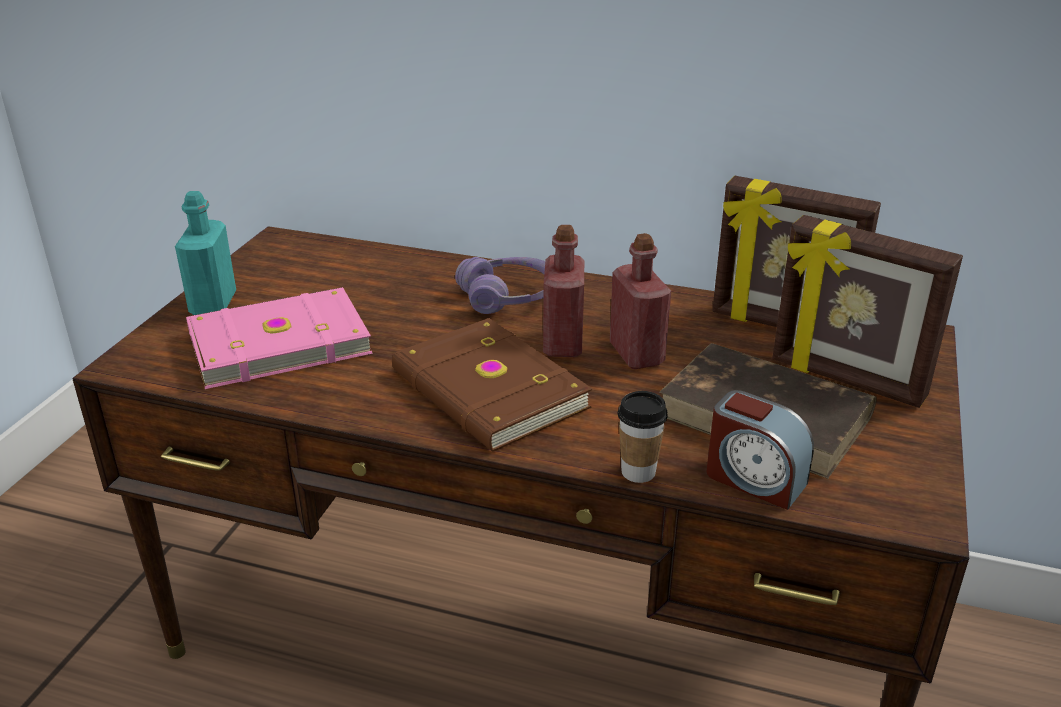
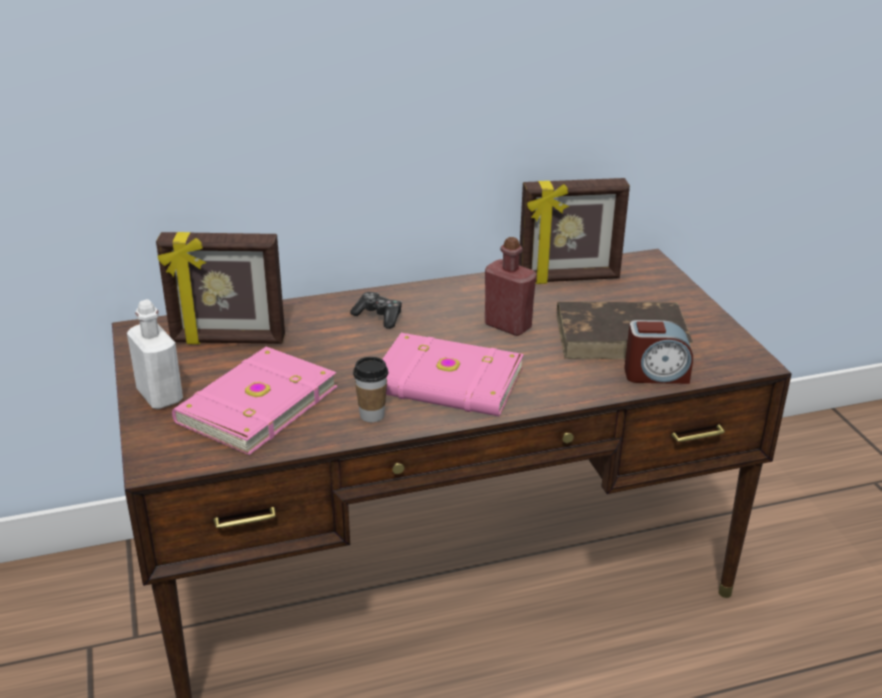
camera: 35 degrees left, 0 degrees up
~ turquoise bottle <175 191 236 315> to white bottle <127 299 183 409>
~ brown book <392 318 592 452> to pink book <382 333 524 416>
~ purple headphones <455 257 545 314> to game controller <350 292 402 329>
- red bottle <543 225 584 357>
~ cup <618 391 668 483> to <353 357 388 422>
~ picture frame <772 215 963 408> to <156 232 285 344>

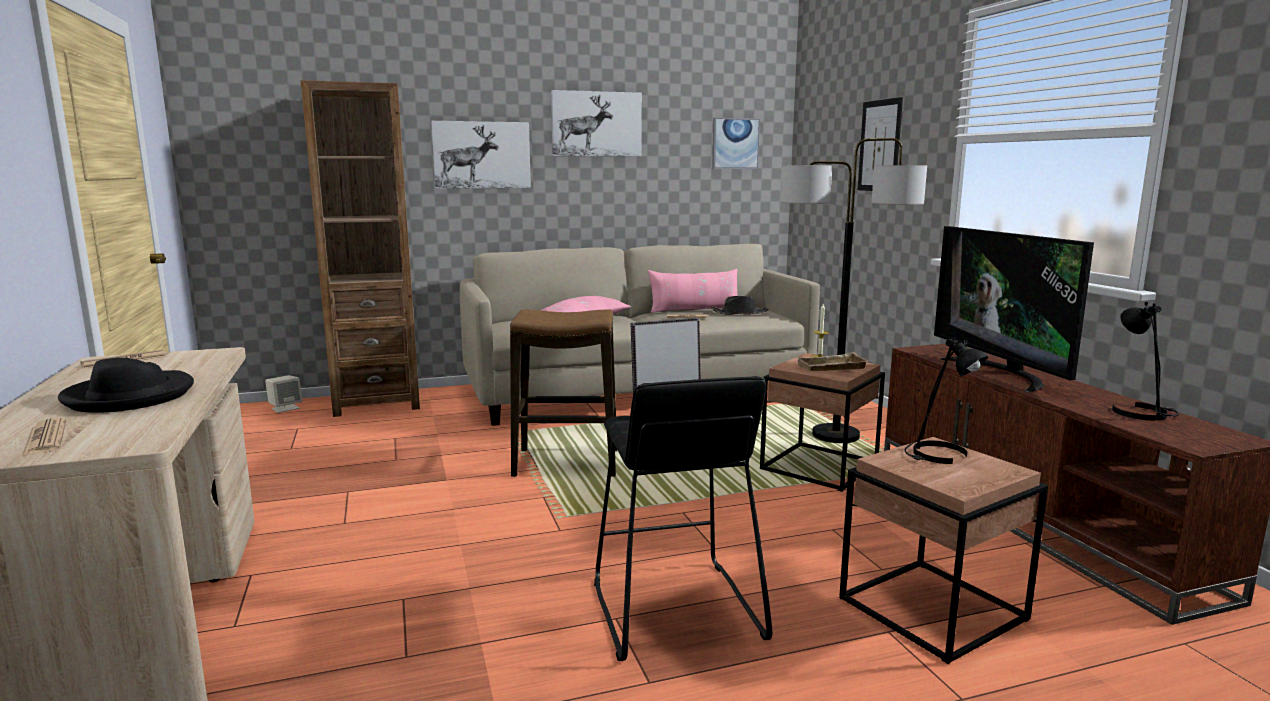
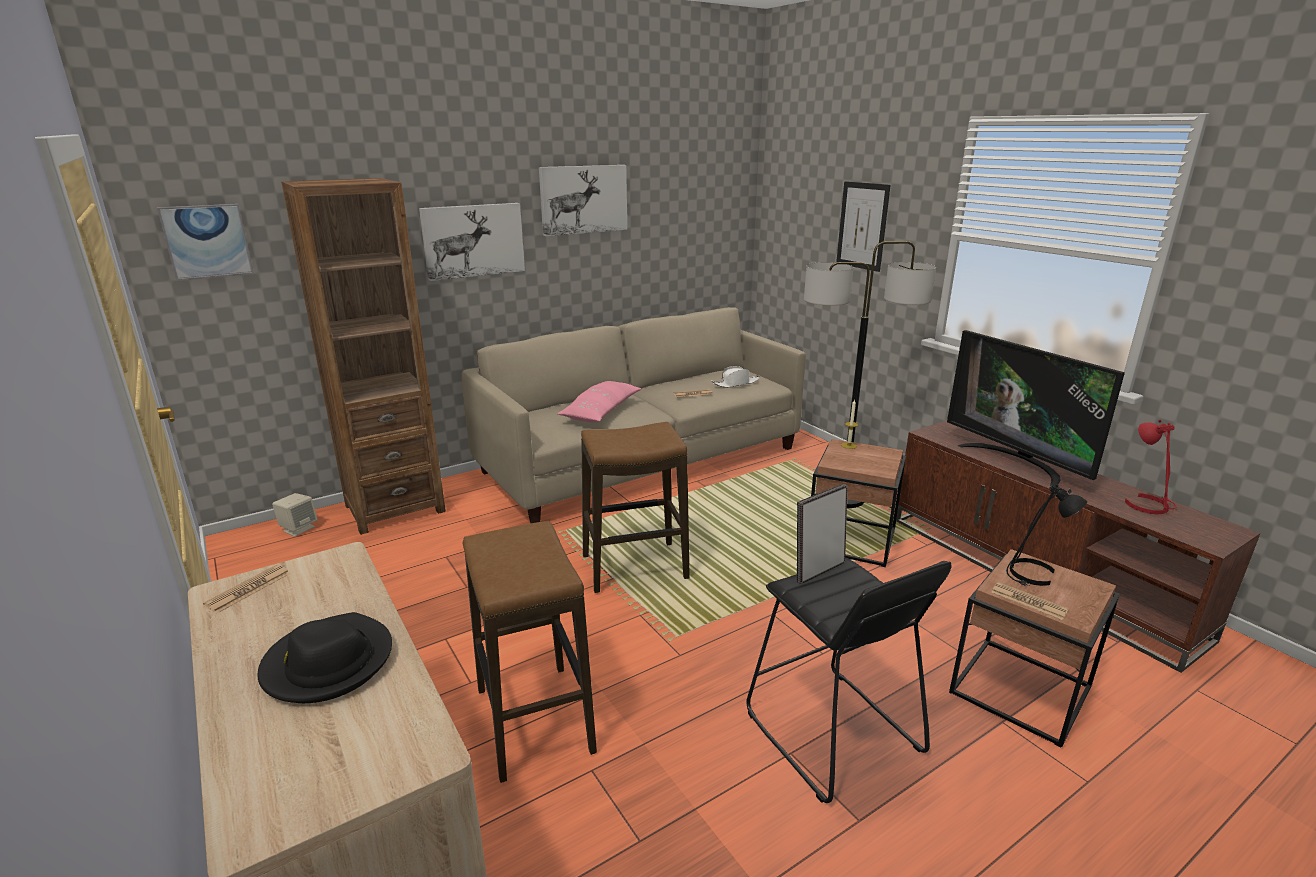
camera: 15 degrees left, 10 degrees up
~ newspaper <22 418 66 456> to <991 582 1069 620>
- pink pillow <648 269 737 313>
~ black hat <711 296 769 315> to white hat <712 366 760 388>
~ picture <712 118 760 169> to <157 204 254 280>
- beige tray <796 352 868 371>
~ black table lamp <1112 302 1179 421> to red table lamp <1125 420 1177 514>
+ stool <463 521 597 783>

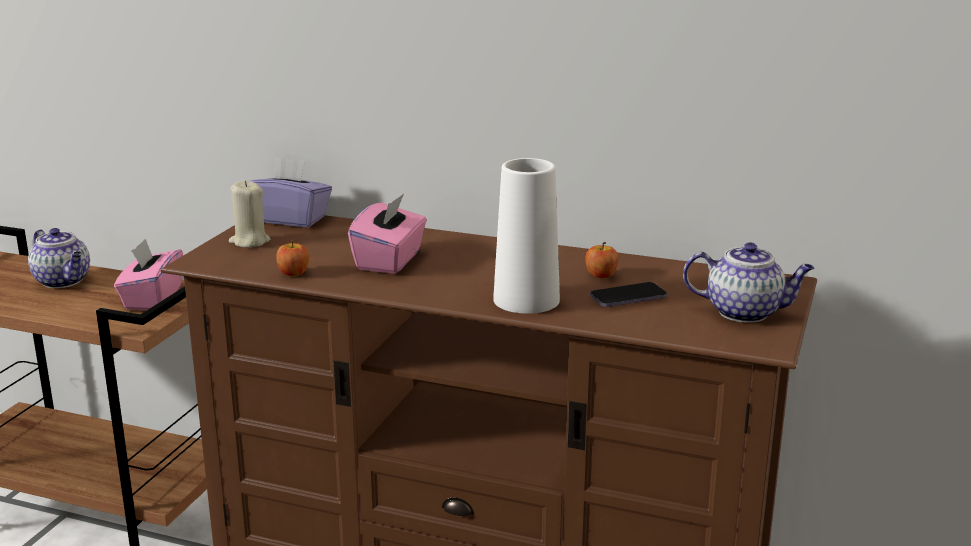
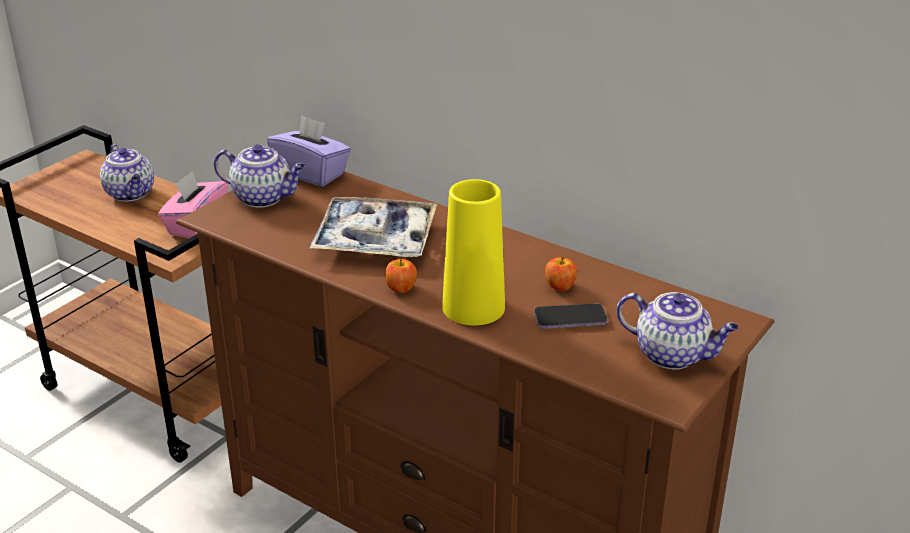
camera: 15 degrees right, 10 degrees up
~ beige candle <229 180 270 248> to teapot <214 144 305 207>
~ apple <276 240 309 277> to <385 259 417 293>
~ pink tissue box <348 194 427 274> to tray <309 197 437 257>
~ white vase <493 158 560 314> to yellow vase <442 179 505 326>

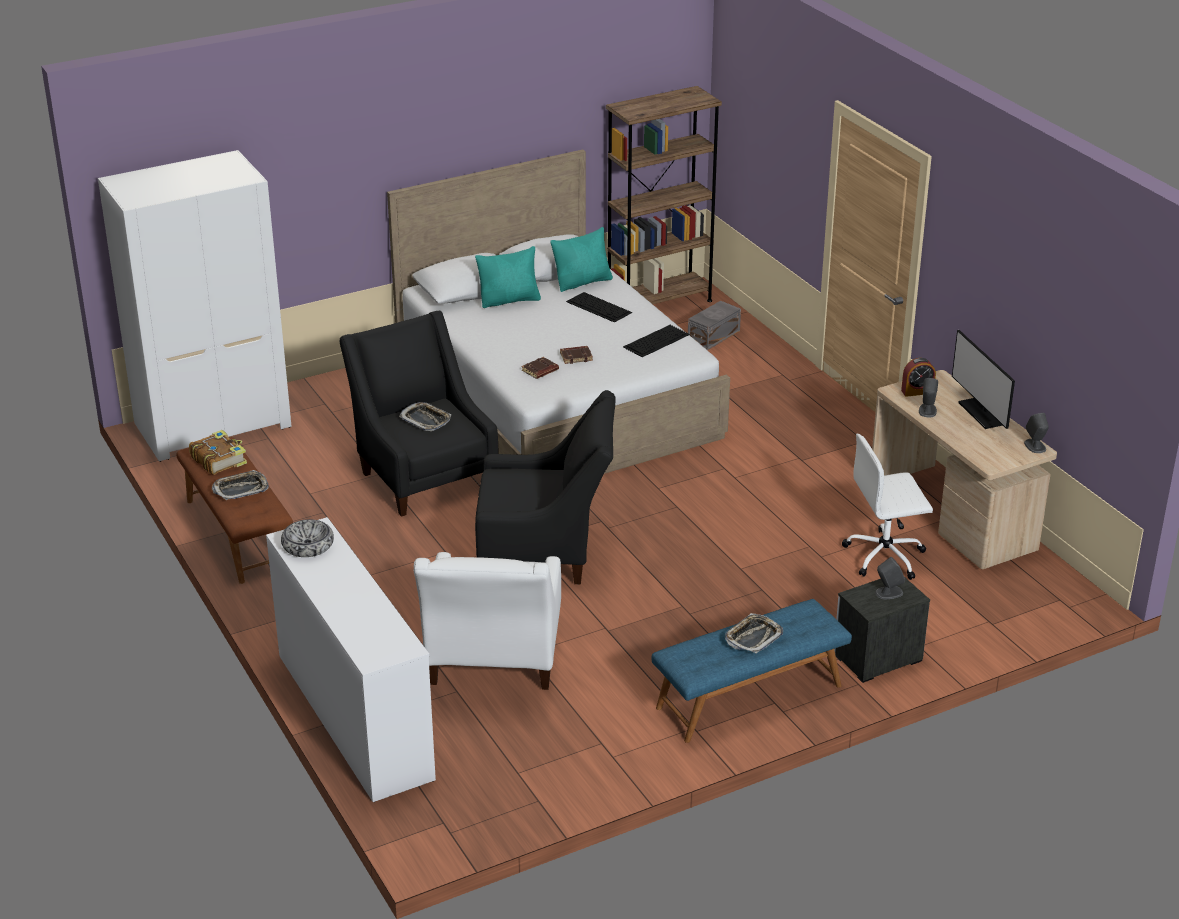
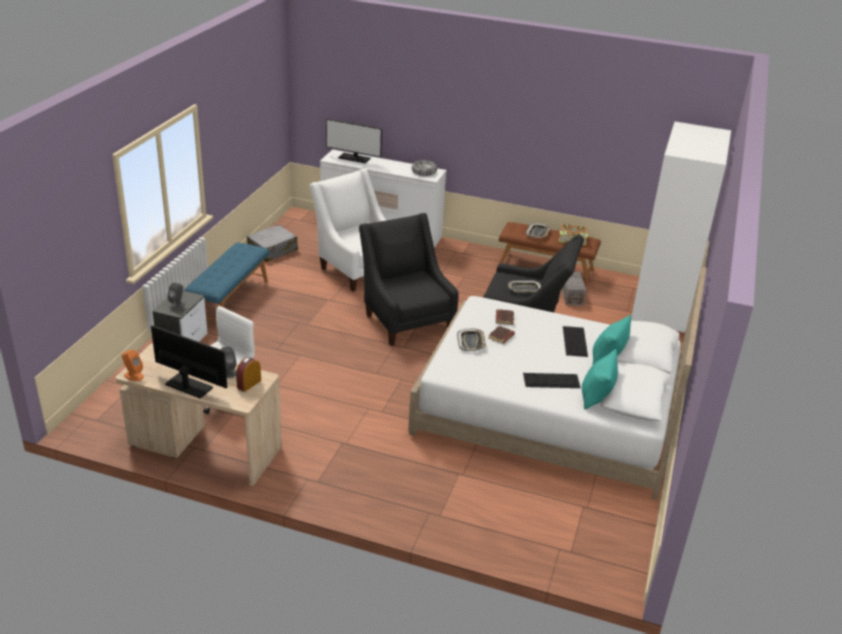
camera: 135 degrees right, 0 degrees up
~ black armchair <475 390 616 584> = <359 213 459 346> 105 degrees clockwise
- brown bookcase <606 86 722 304>
~ keyboard <623 325 690 357> to <563 326 588 357>
~ grey storage box <688 301 741 350> to <561 272 586 306>
~ tray <725 613 783 653> to <457 328 486 351>
~ grey speaker <1024 413 1049 453> to orange speaker <122 350 144 382>
+ grey suitcase <247 224 298 262>
+ monitor <326 119 382 164>

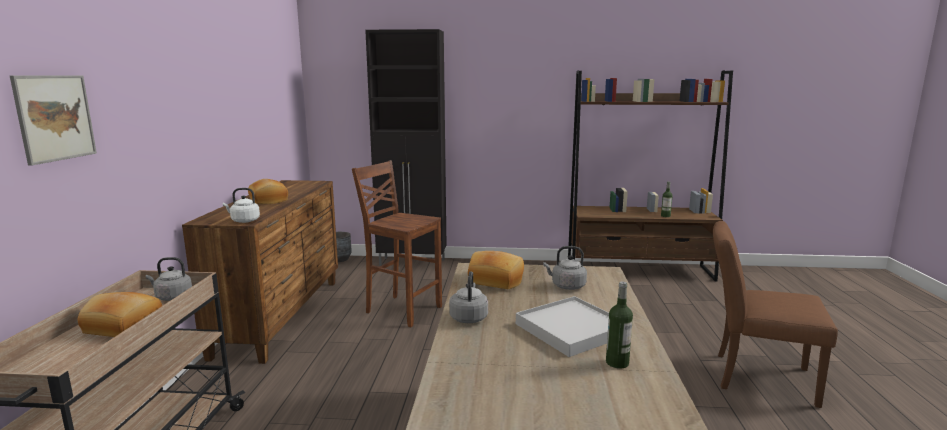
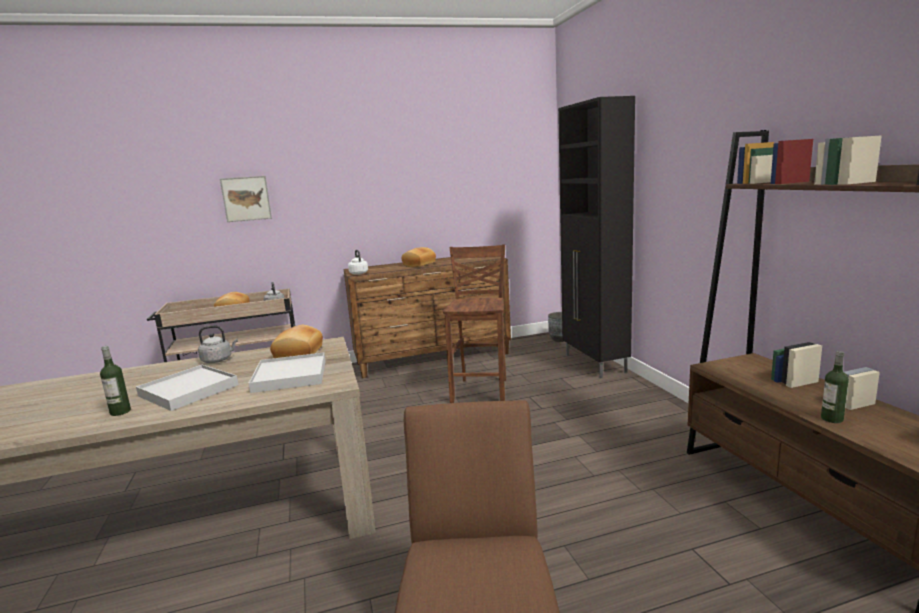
camera: 70 degrees right, 0 degrees up
~ grey kettle <543 246 587 290> to white tray <249 352 326 393>

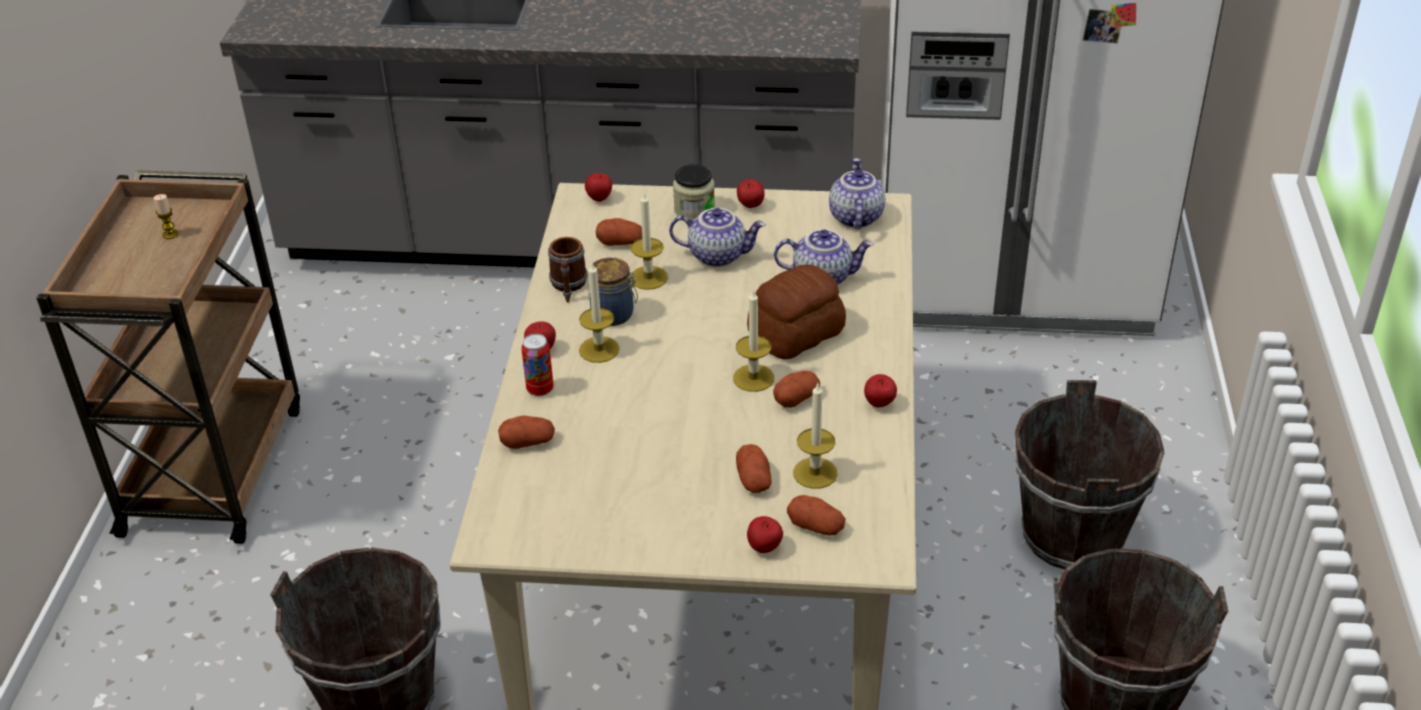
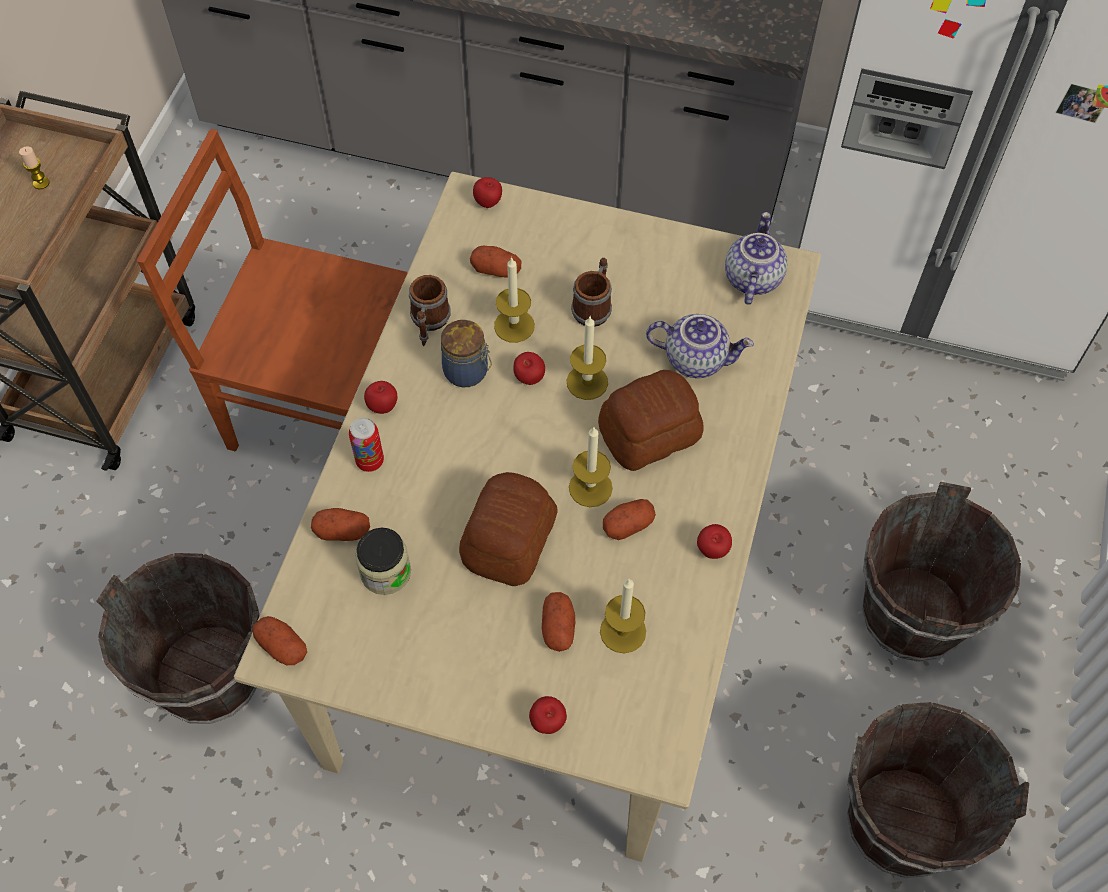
camera: 10 degrees right, 20 degrees up
~ candle <579 263 620 363> to <567 317 608 400>
~ teapot <669 208 766 267> to mug <571 258 612 327>
~ jar <673 164 715 221> to <355 528 411 595>
~ apple <737 179 765 208> to <513 352 545 385>
~ potato <787 495 846 536> to <253 616 307 665>
+ brown chair <137 129 408 451>
+ bread <459 472 558 586>

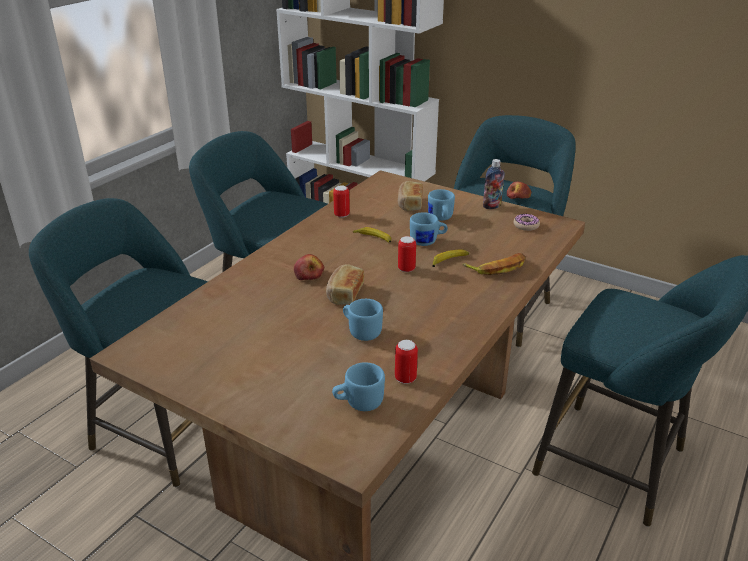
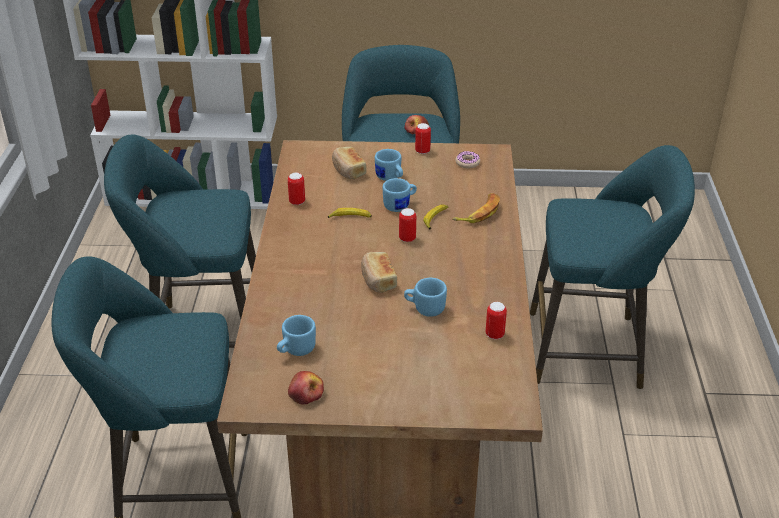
camera: 30 degrees left, 5 degrees up
~ apple <294 254 324 280> to <288 371 324 405>
~ blue mug <332 362 385 411> to <277 315 316 356>
~ bottle <483 159 504 209> to can <415 123 431 154>

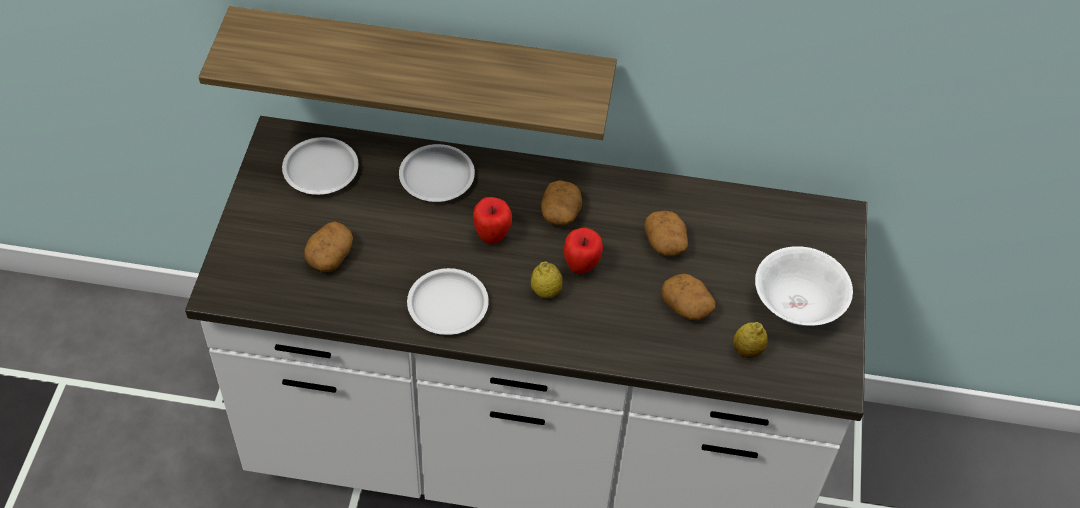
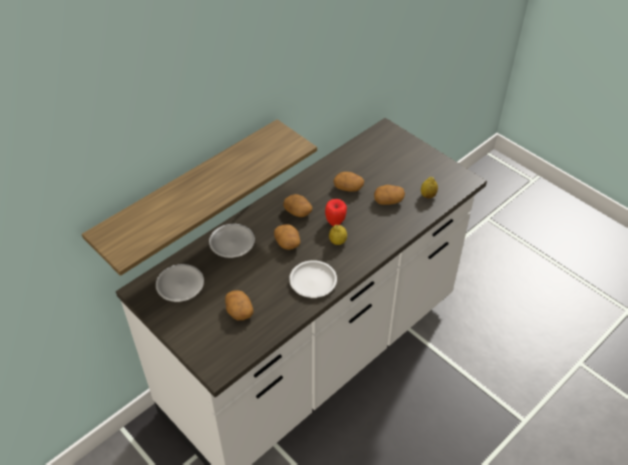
camera: 50 degrees left, 5 degrees down
~ apple <473 197 512 245> to potato <274 224 300 250>
- white bowl <755 246 853 326>

